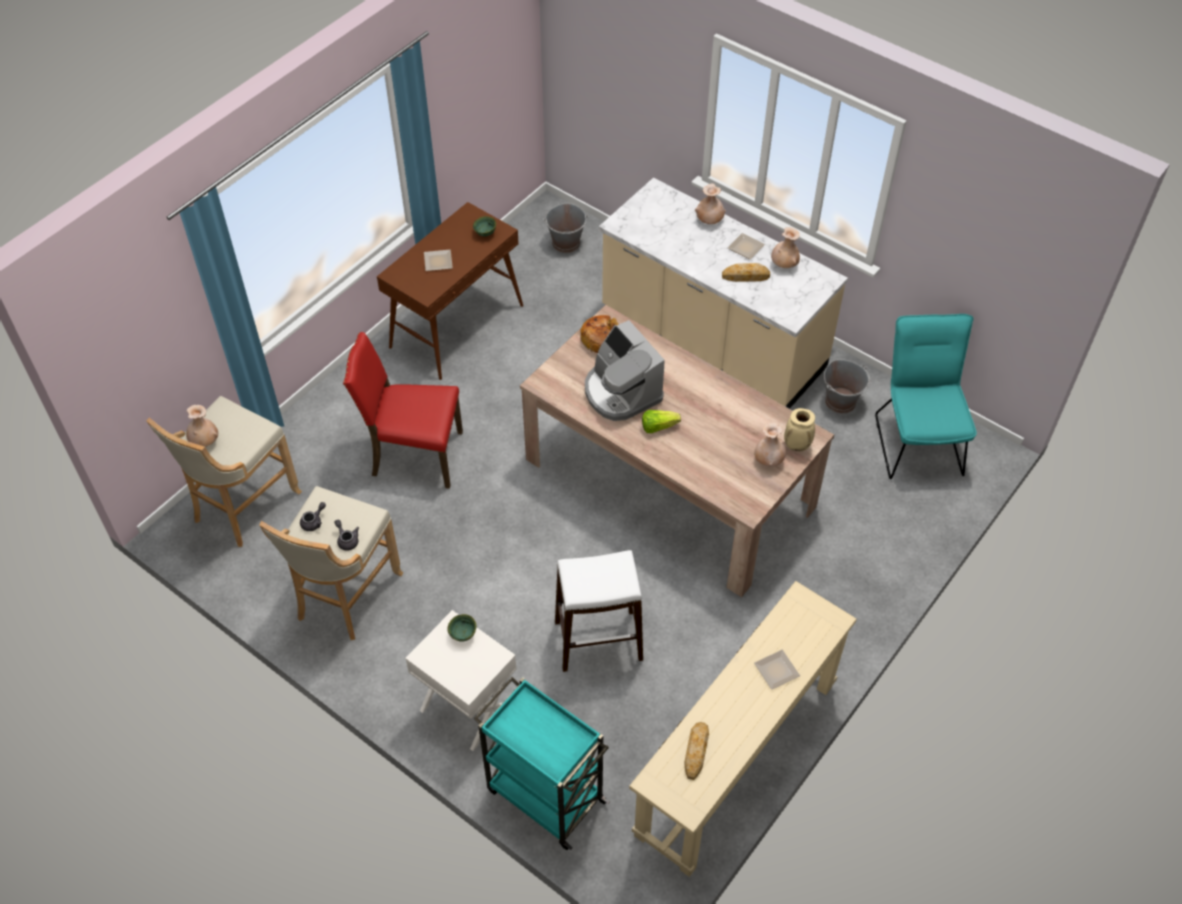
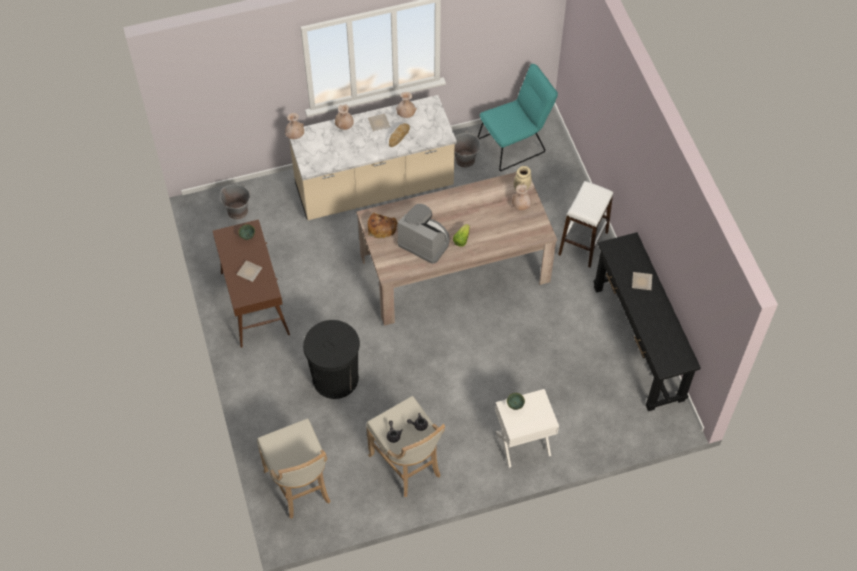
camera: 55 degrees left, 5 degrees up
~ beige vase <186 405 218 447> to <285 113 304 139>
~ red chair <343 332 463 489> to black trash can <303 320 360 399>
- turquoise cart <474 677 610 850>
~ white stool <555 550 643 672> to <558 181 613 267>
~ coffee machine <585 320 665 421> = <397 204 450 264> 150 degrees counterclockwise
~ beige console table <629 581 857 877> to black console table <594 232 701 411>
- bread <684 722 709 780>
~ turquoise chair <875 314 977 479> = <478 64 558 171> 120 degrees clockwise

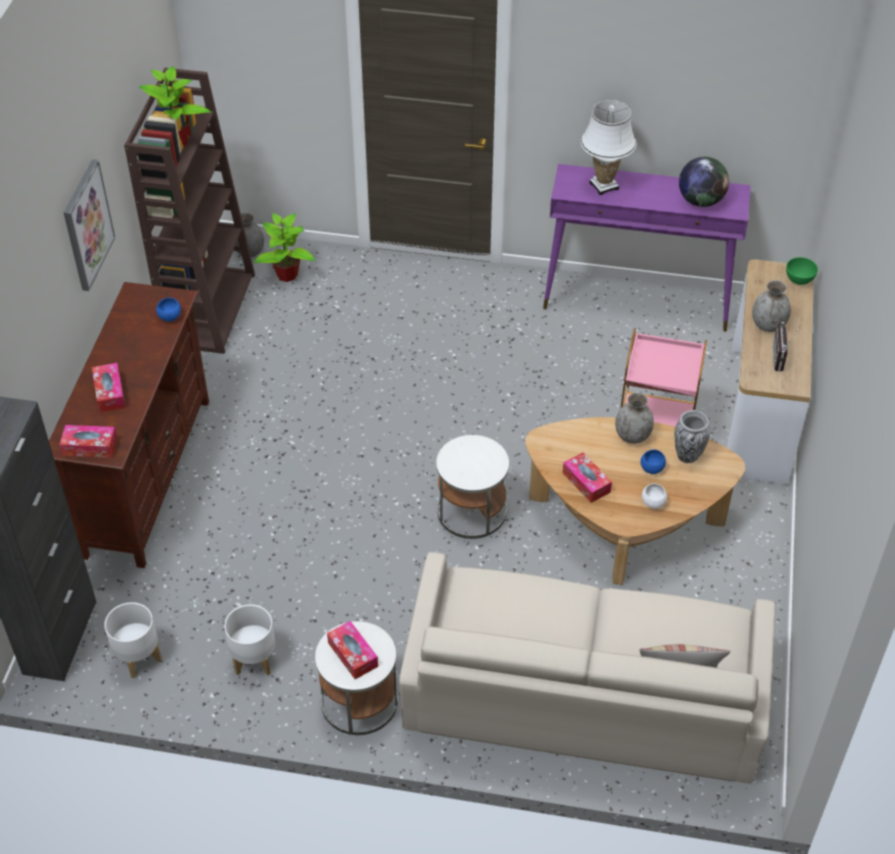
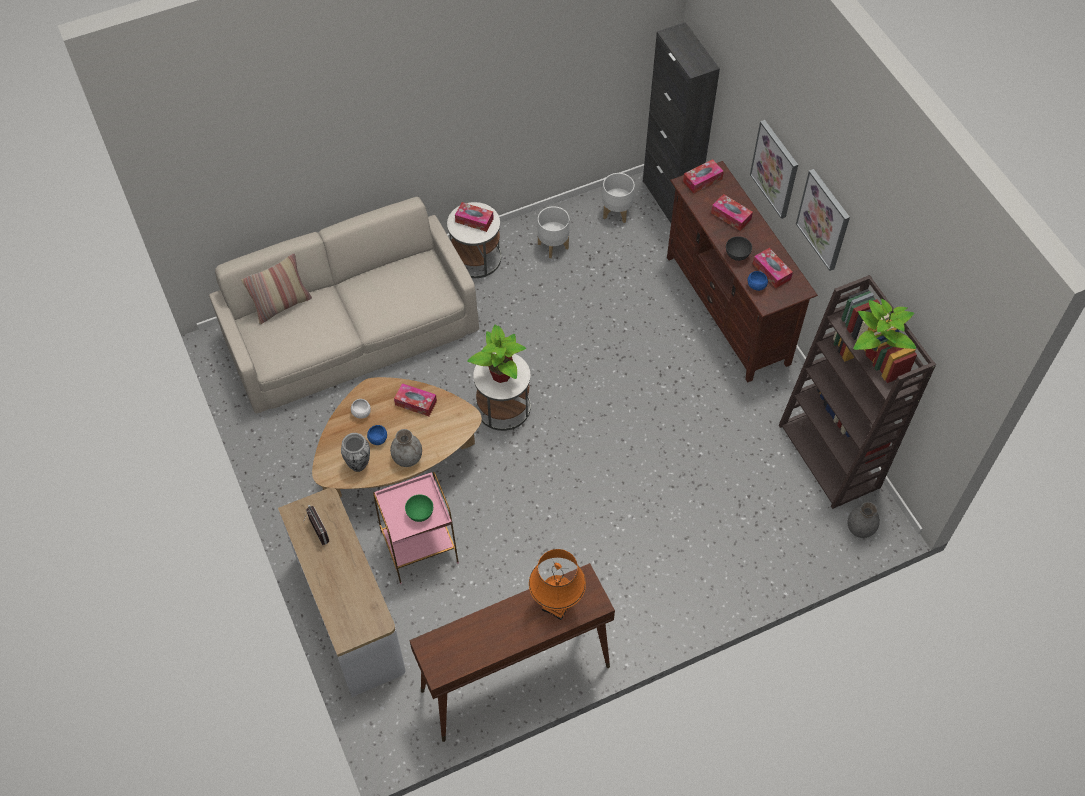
camera: 145 degrees right, 10 degrees up
~ potted plant <254 213 315 282> to <467 325 526 383>
~ purple console table <543 164 751 332> to brown console table <410 563 615 742>
~ white table lamp <581 100 637 195> to orange table lamp <529 549 586 620>
- globe <679 157 729 207>
- grey vase <752 280 791 332>
~ green bowl <786 257 818 285> to <405 495 433 522>
+ grey bowl <726 236 752 261>
+ picture <750 120 798 219>
+ tissue box <753 248 793 288>

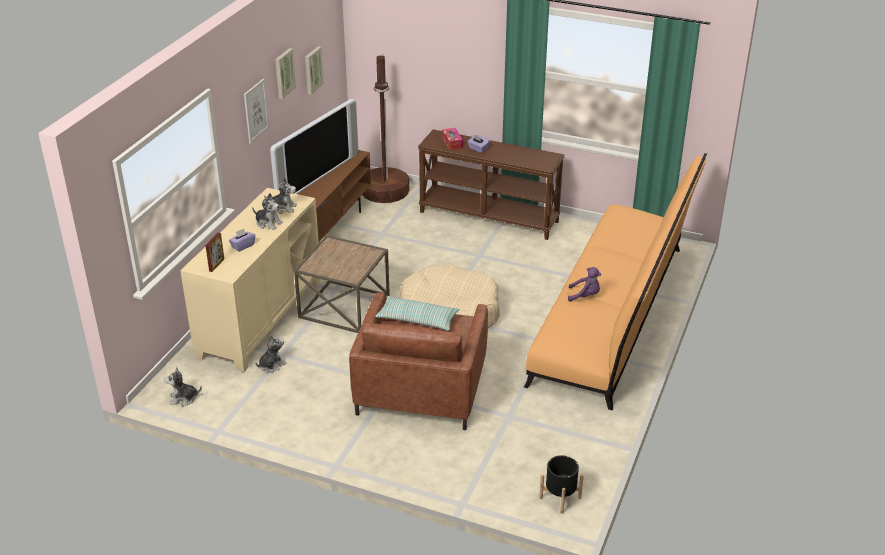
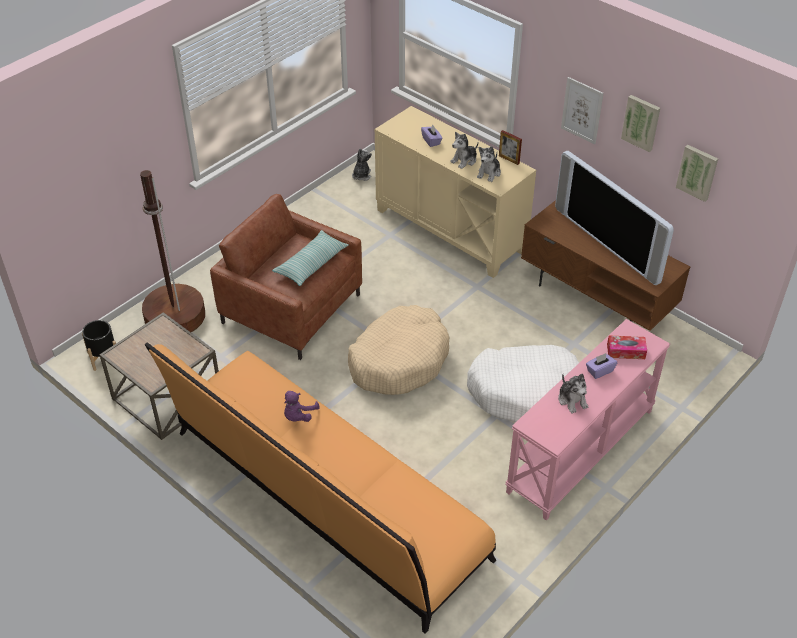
camera: 110 degrees right, 10 degrees up
~ picture frame <205 233 224 272> to <499 130 522 165>
~ plush toy <256 335 287 372> to <558 374 588 414>
~ brown side table <294 235 390 333> to <100 312 219 440>
~ brown floor lamp <362 54 409 203> to <140 170 205 332>
~ brown console table <418 129 565 240> to pink console table <505 319 670 521>
+ white dog bed <467 345 579 422>

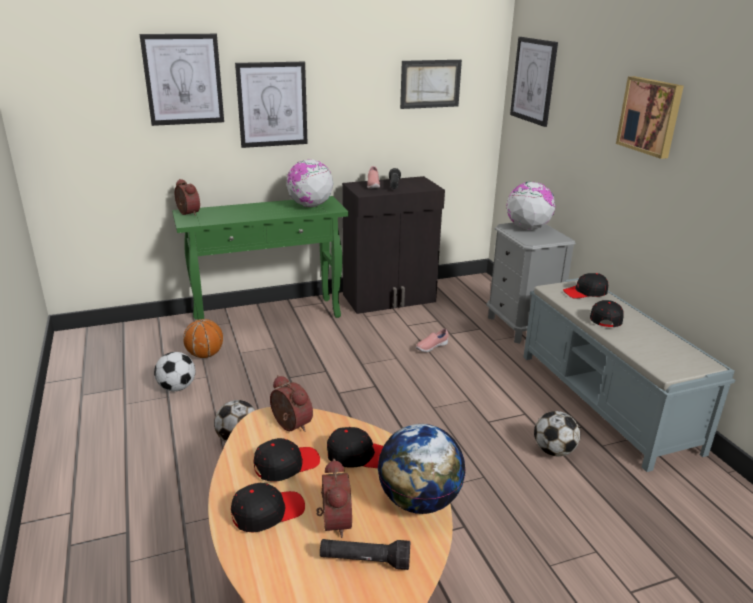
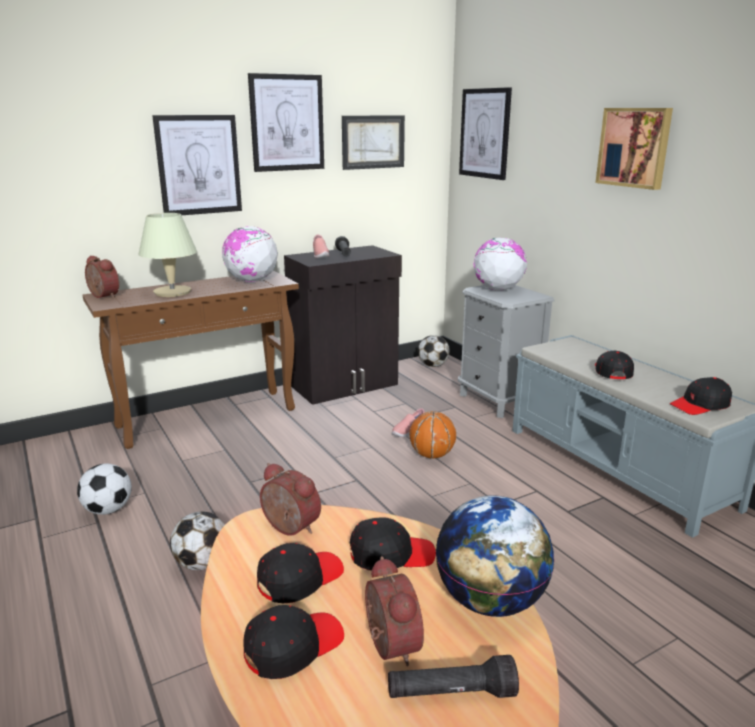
camera: 10 degrees left, 5 degrees down
~ picture <139 34 224 126> to <248 73 324 172>
~ green console table <172 196 349 320> to brown console table <83 271 299 449>
~ basketball <183 319 223 358> to <409 411 456 458>
~ football <534 411 580 456> to <418 335 450 367>
~ black cap <563 273 608 299> to <670 377 732 415>
+ beige table lamp <138 213 197 297>

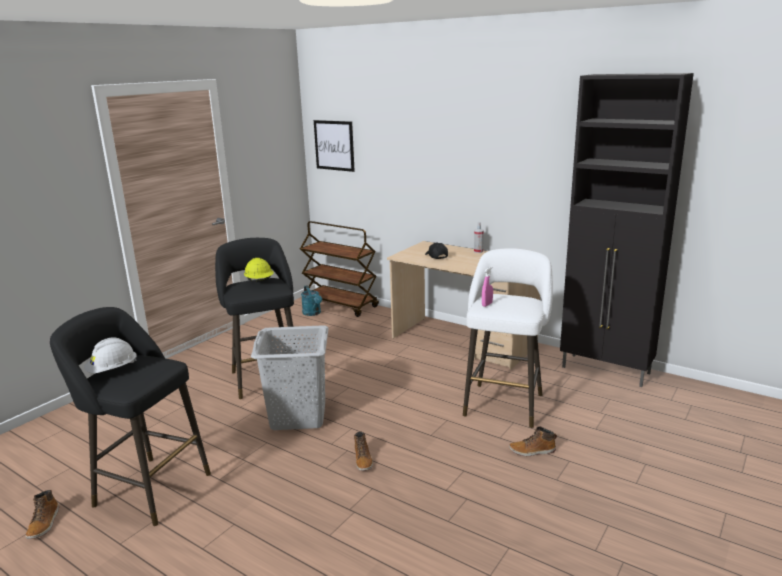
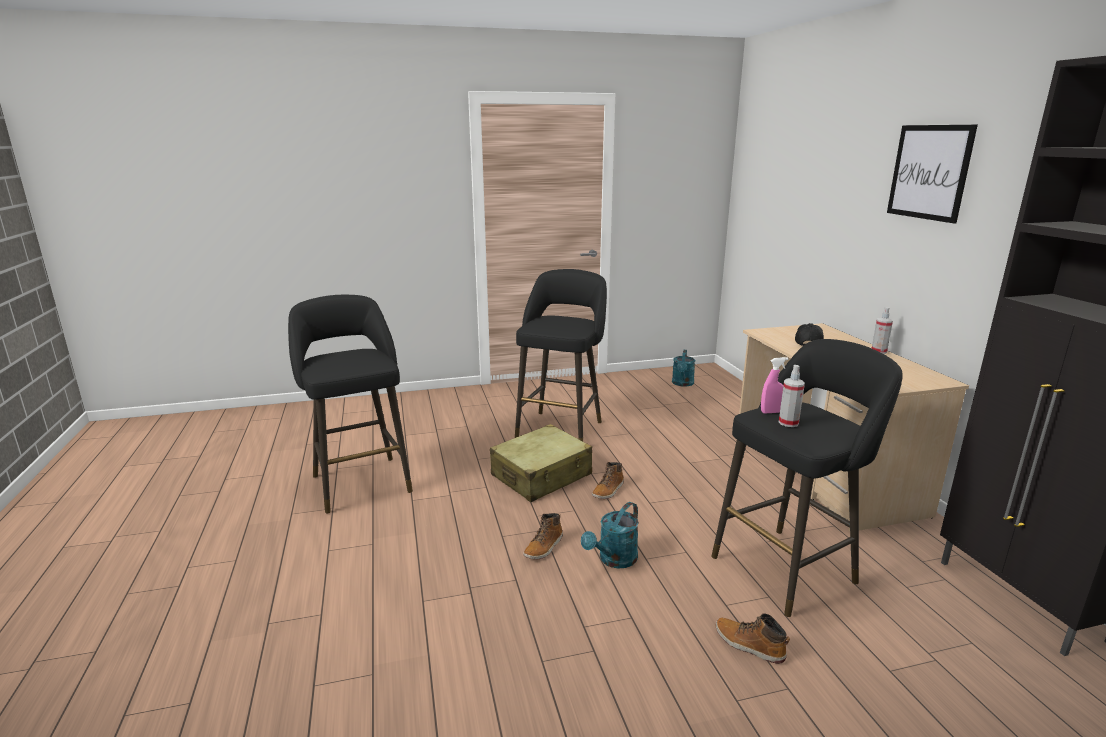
camera: 40 degrees right, 0 degrees up
~ boot <26 490 59 539> to <592 462 624 499>
- white hard hat <84 337 137 373>
- yellow hard hat <244 258 274 282>
~ grey laundry basket <251 325 329 430> to beige suitcase <490 424 592 502>
- brown cart <300 221 379 317>
~ picture <314 120 355 172> to <887 125 978 224>
~ white stool <463 248 553 428> to black stool <711 339 903 617>
+ turquoise watering can <581 502 639 568>
+ spray bottle <779 365 805 427>

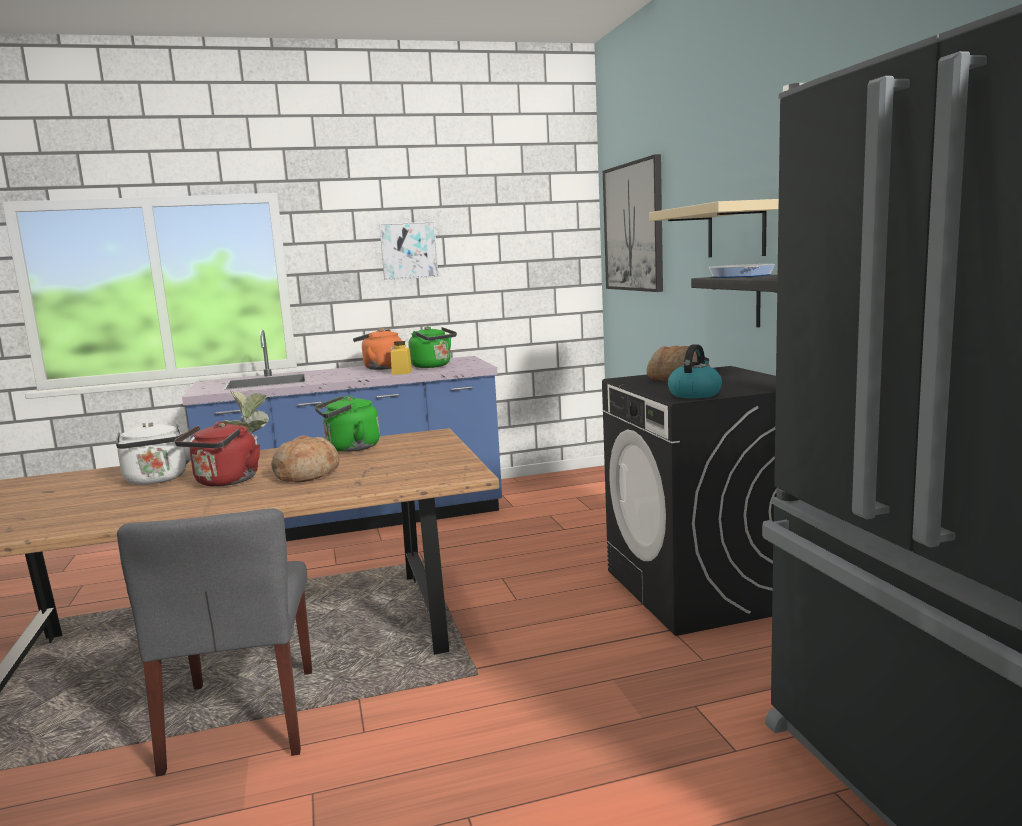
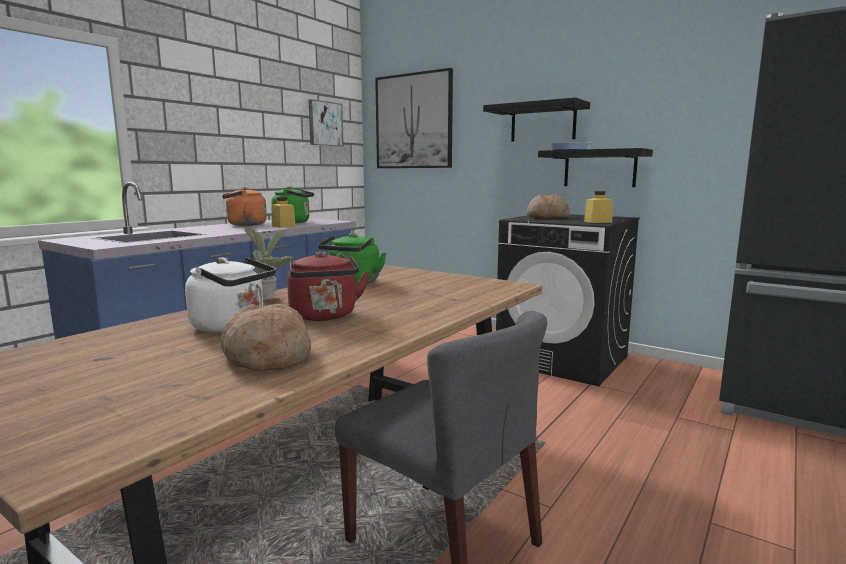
camera: 40 degrees left, 0 degrees up
~ bread <271 435 339 482> to <221 304 311 371>
~ picture <379 221 439 280> to <308 99 344 147>
~ beige shelf <649 199 779 257> to black shelf <483 97 590 142>
~ kettle <668 344 722 398> to yellow jar <584 191 613 223>

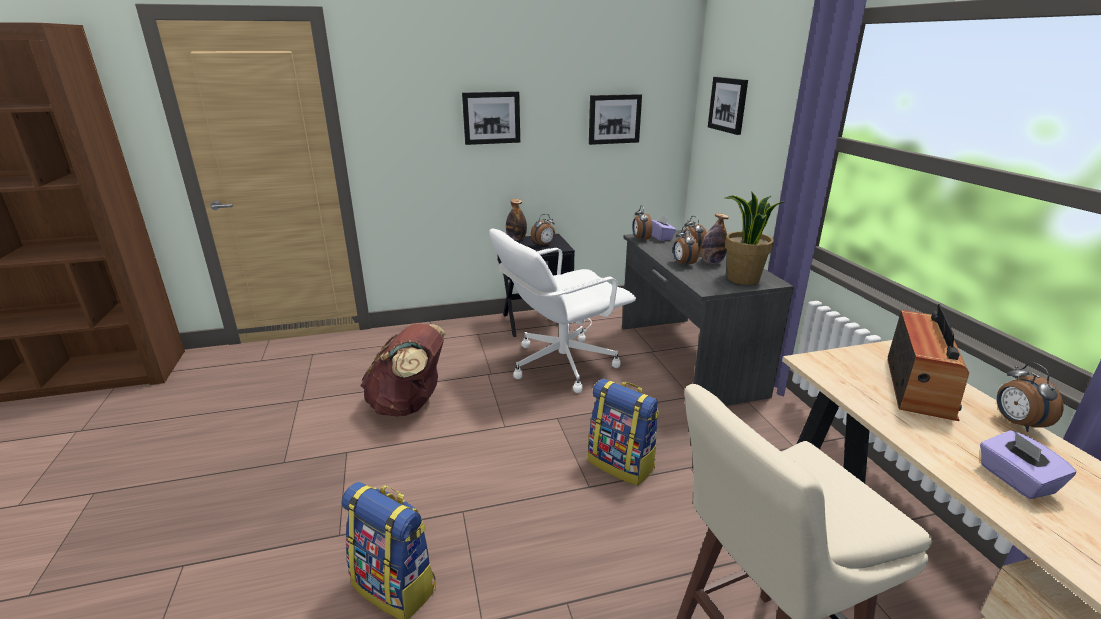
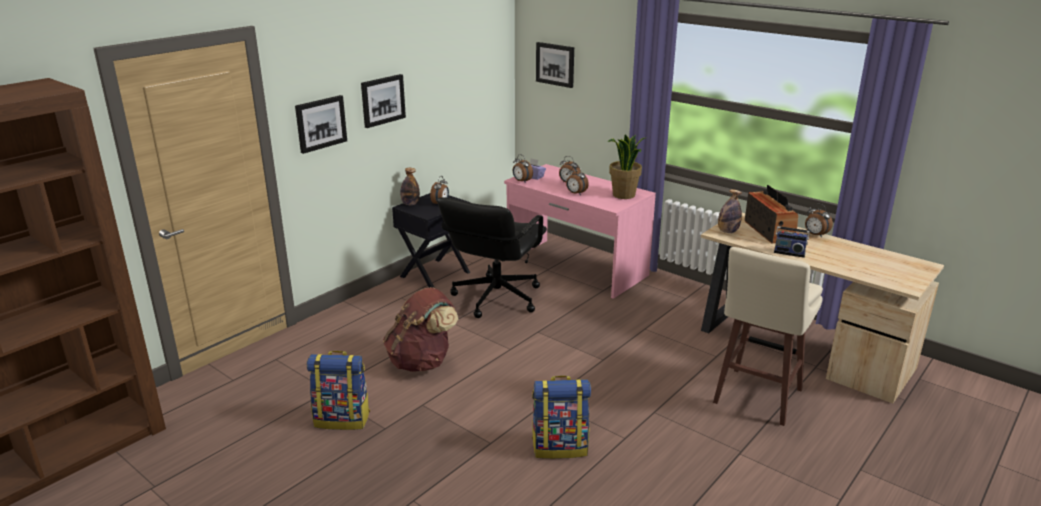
camera: 35 degrees left, 0 degrees up
~ white office chair <489 229 636 393> to black office chair <437 197 547 318>
~ backpack <588 378 659 486> to <307 351 370 430>
~ picture <589 94 642 145> to <295 95 347 154>
~ grey desk <622 230 794 406> to pink desk <504 164 656 299>
~ bottle <700 213 729 264> to <718 189 742 233>
- purple tissue box <980 430 1076 499>
+ radio <774 220 810 258>

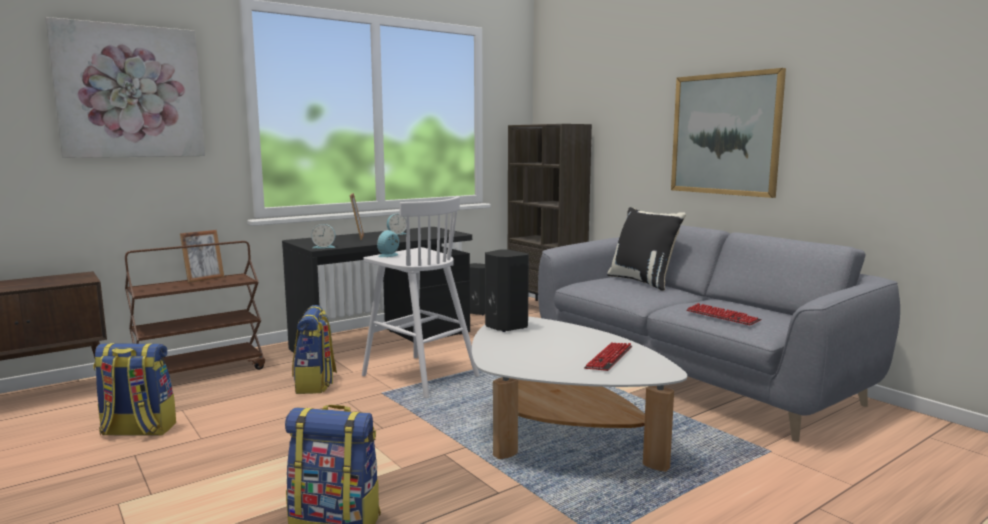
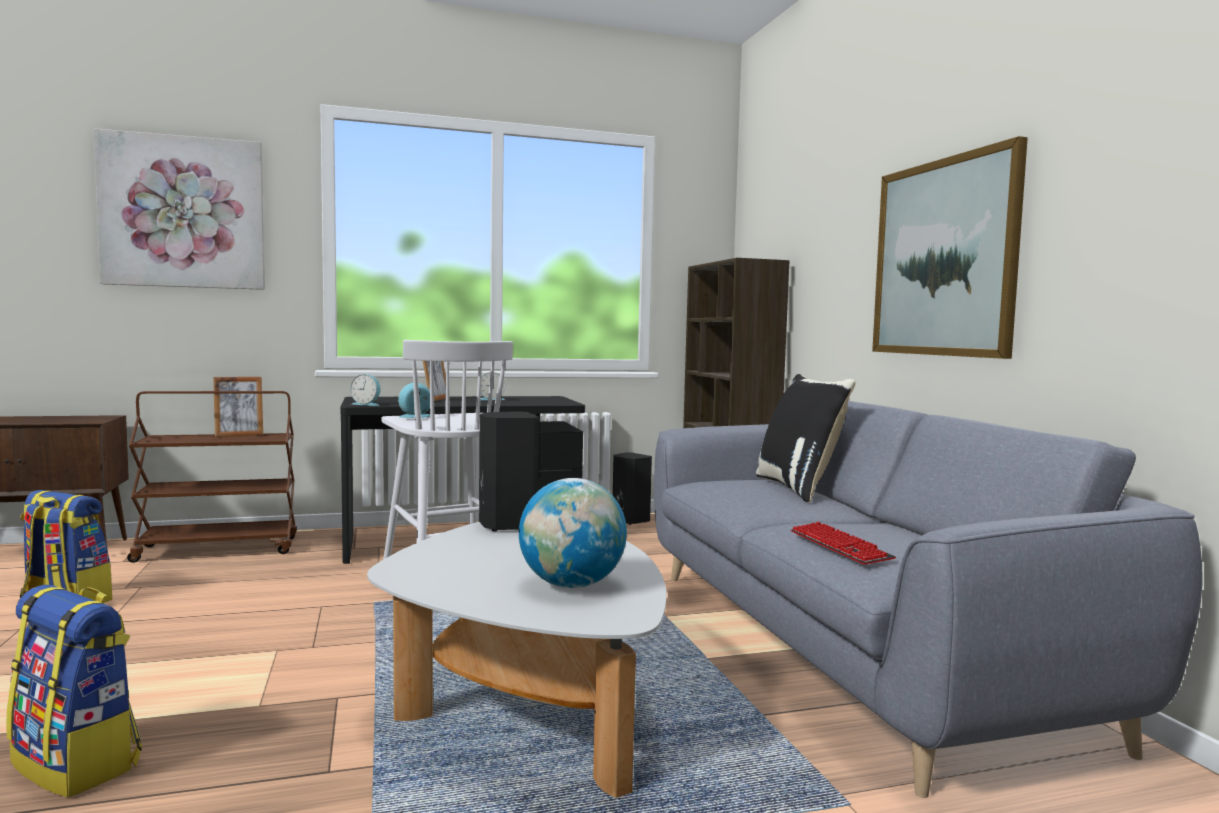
camera: 20 degrees right, 5 degrees down
- backpack <292 305 337 394>
~ keyboard <584 342 632 371> to globe <519 478 627 588>

